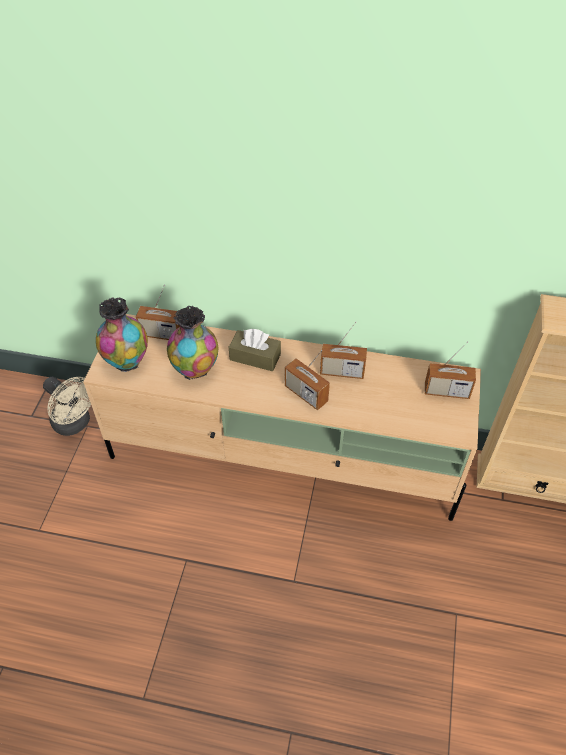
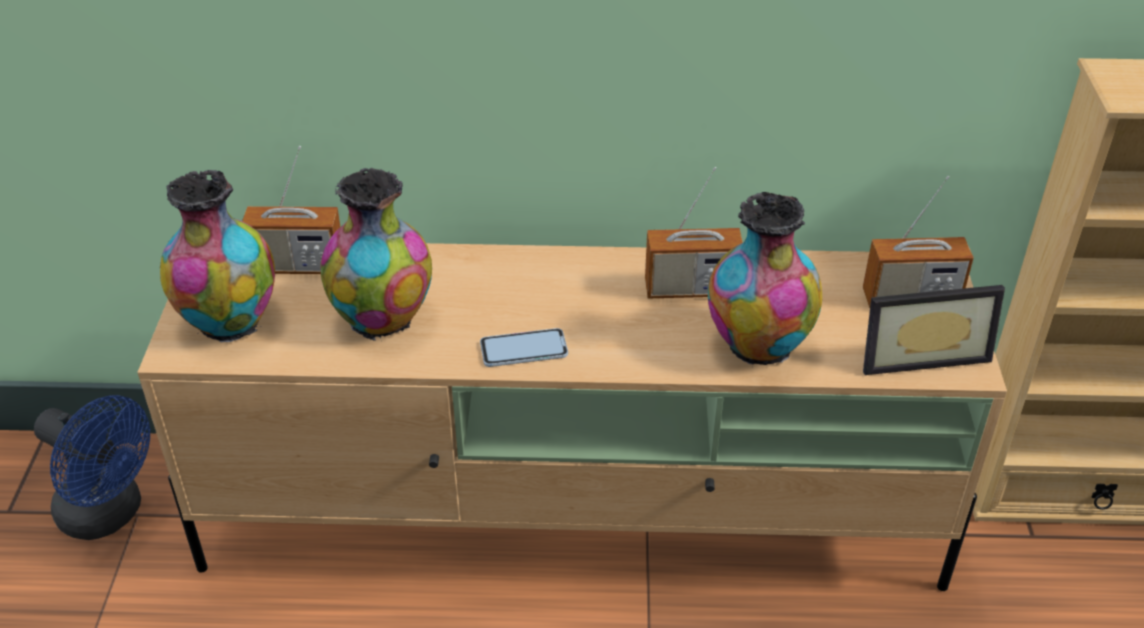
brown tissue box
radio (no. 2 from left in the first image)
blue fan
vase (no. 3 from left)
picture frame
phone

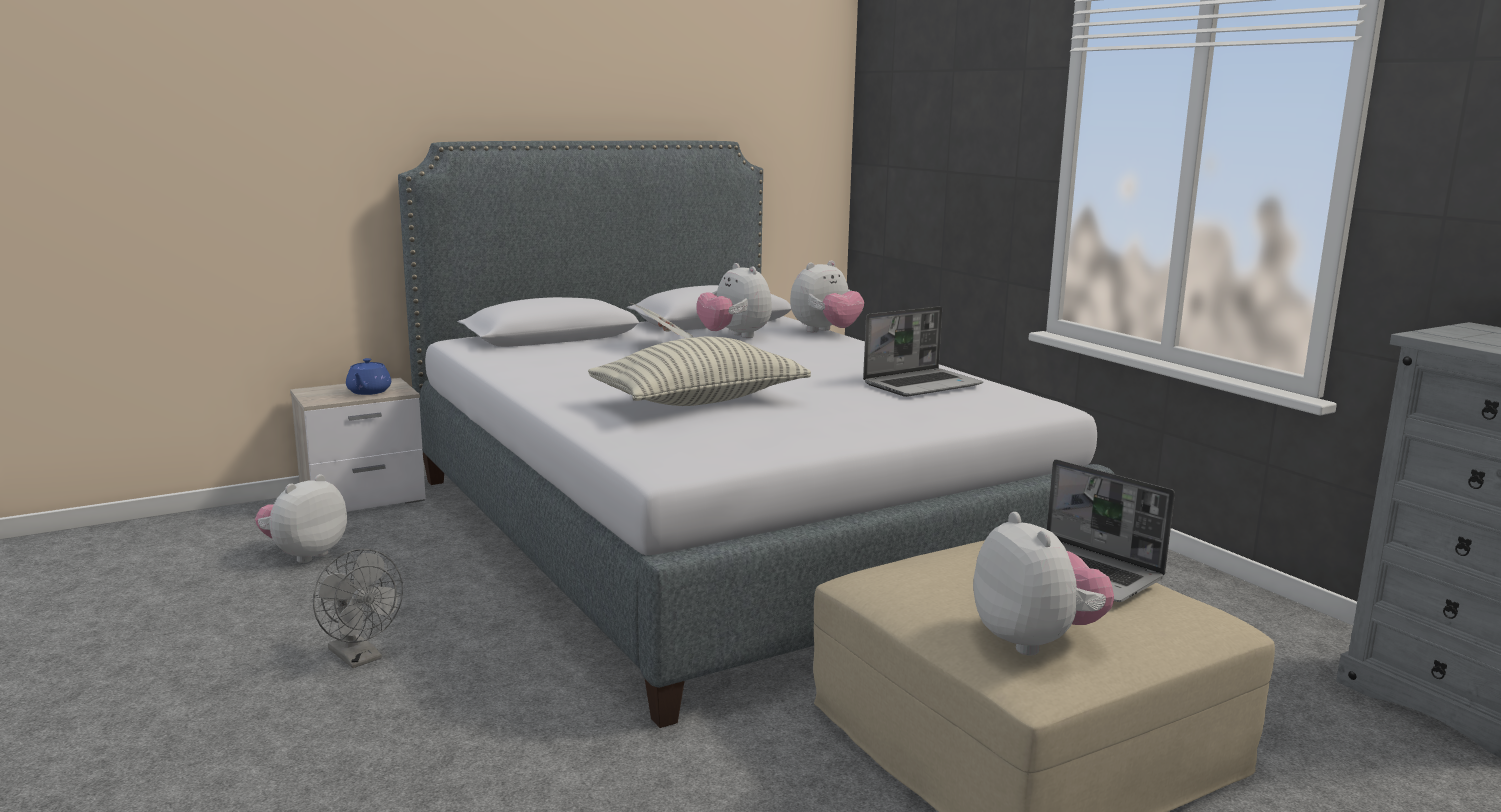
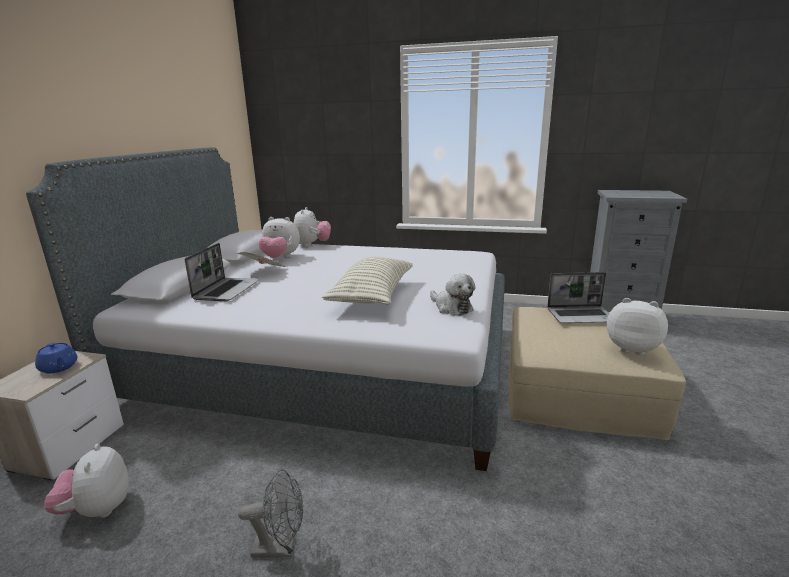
laptop (no. 1 from left)
plush toy (no. 4 from left)

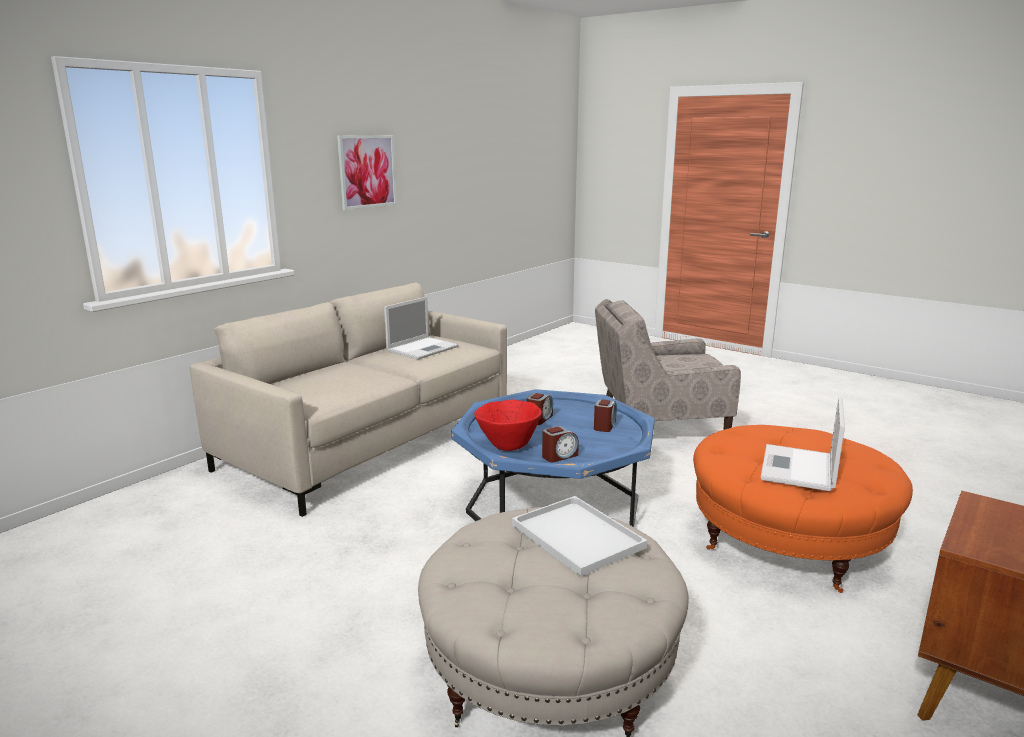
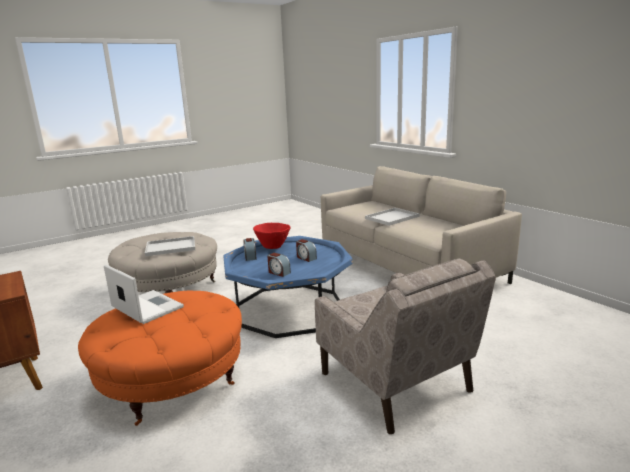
picture
laptop (no. 1 from left in the first image)
beige armchair
white tray (no. 2 from left)

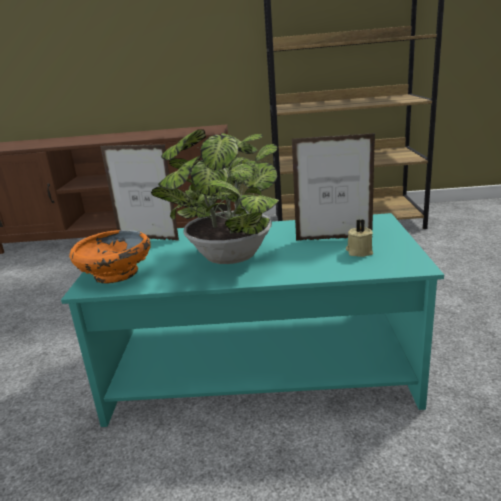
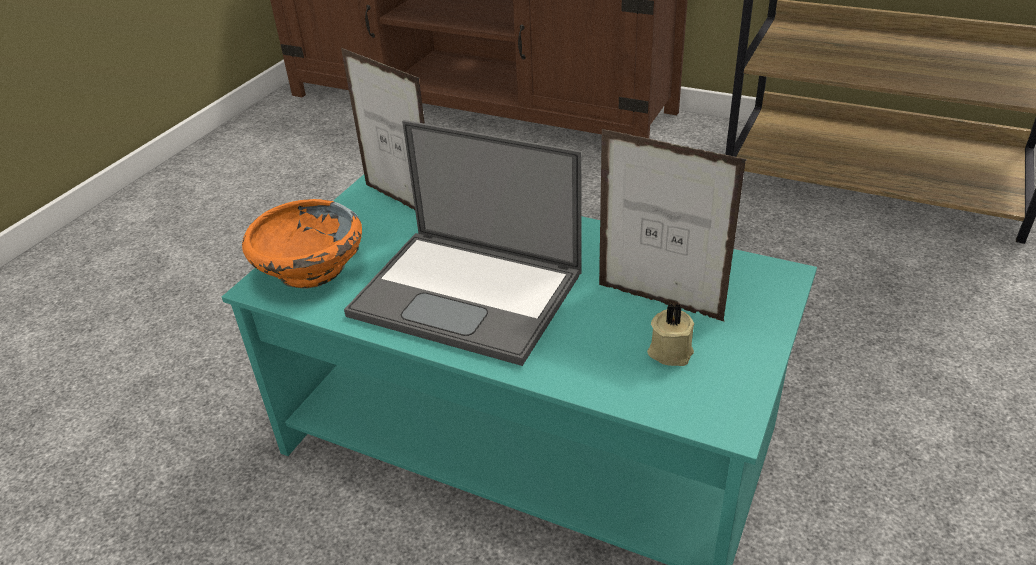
laptop

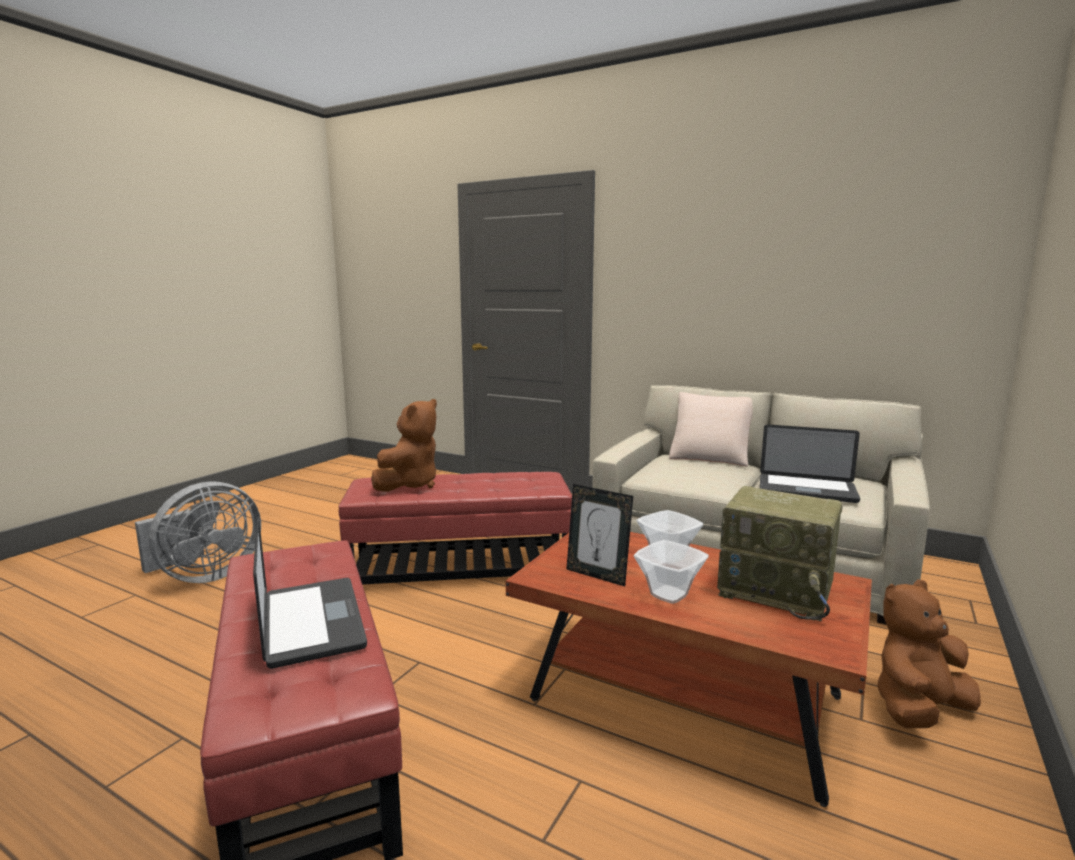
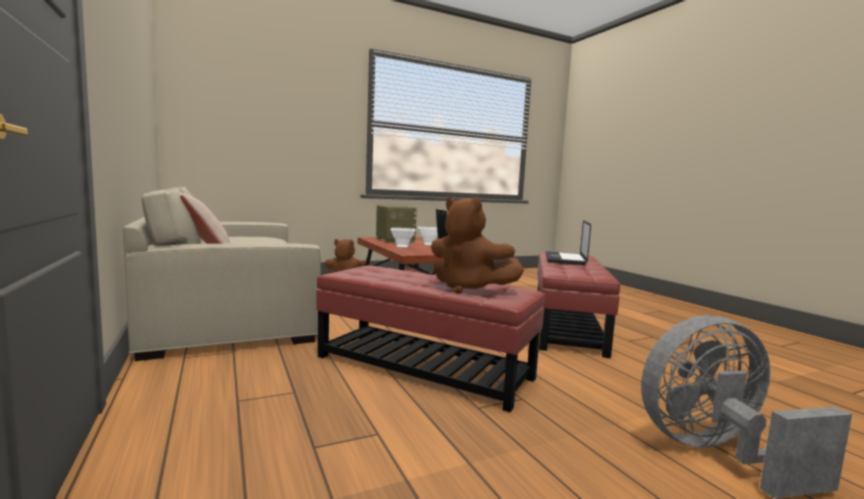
brown plush toy (no. 2 from left)
laptop (no. 2 from left in the first image)

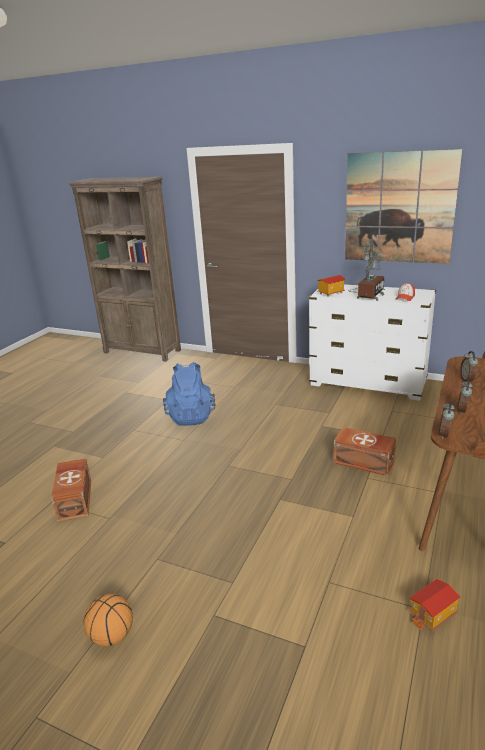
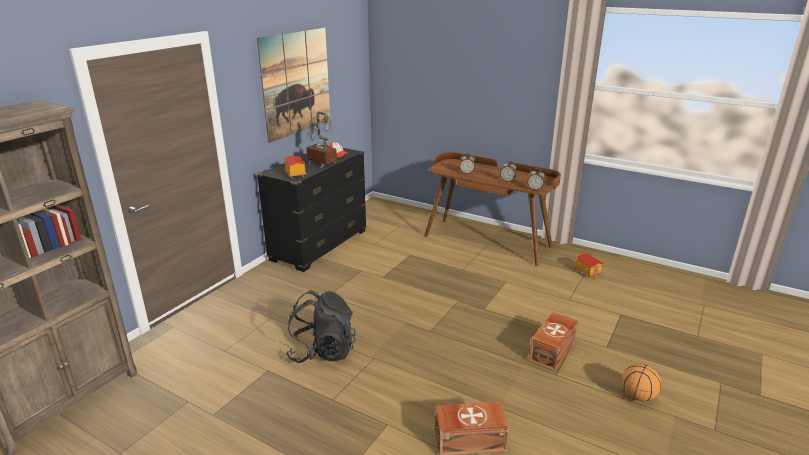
black dresser
black backpack
brown storage box (no. 2 from left)

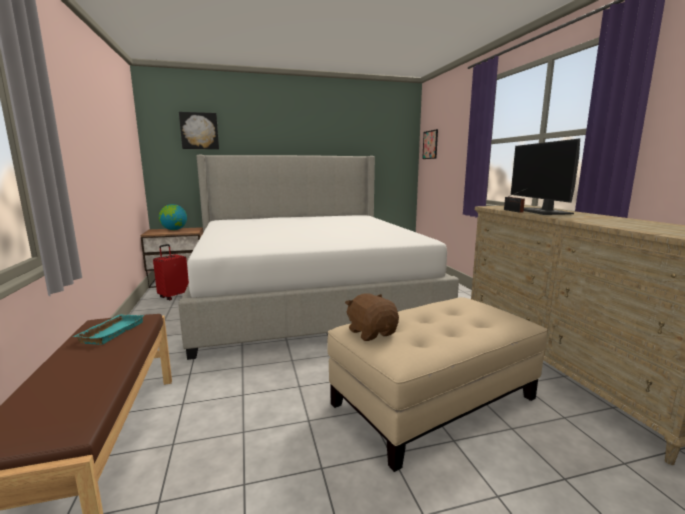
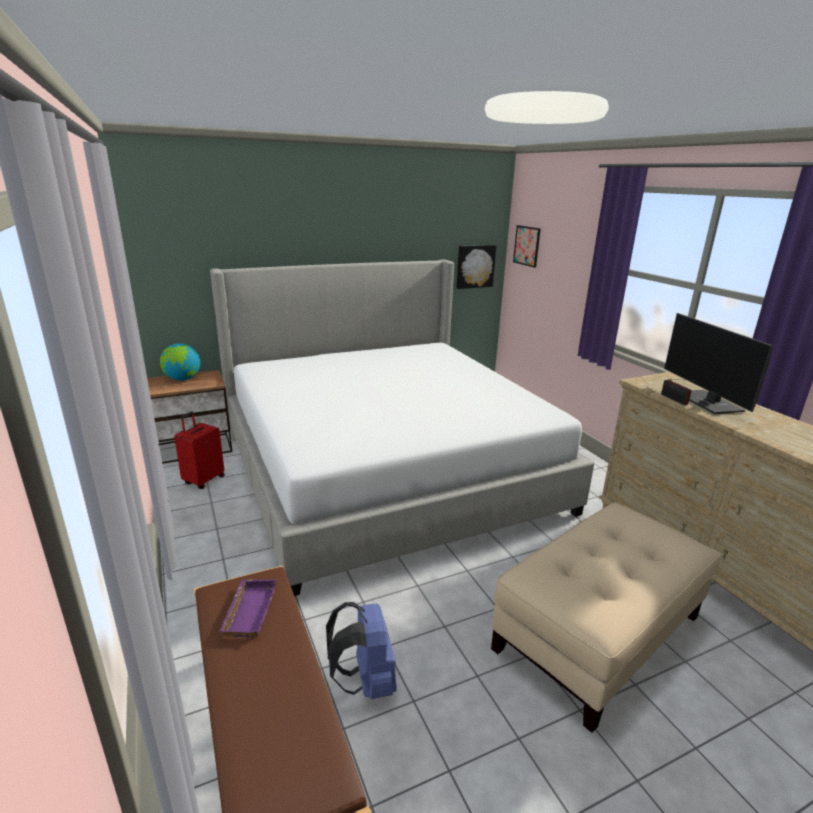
picture (no. 1 from left)
brown plush toy
purple tray
blue backpack

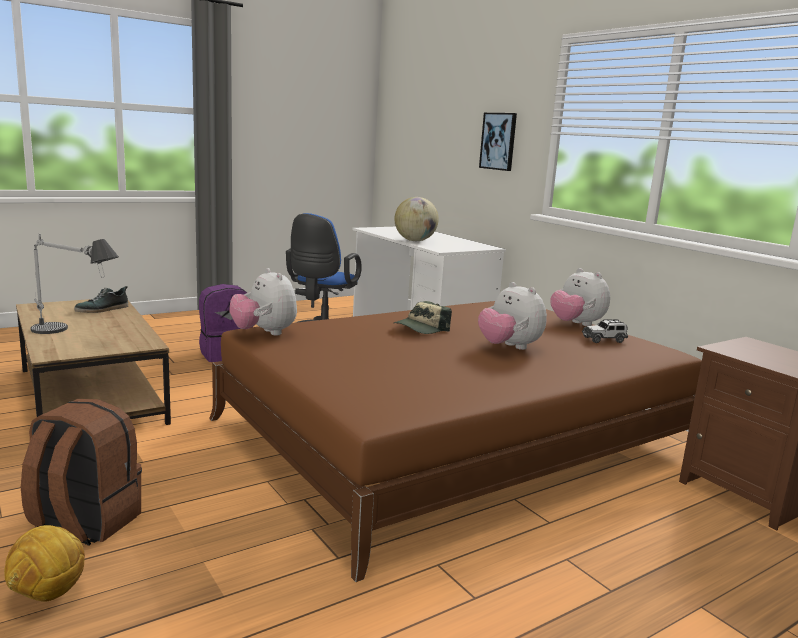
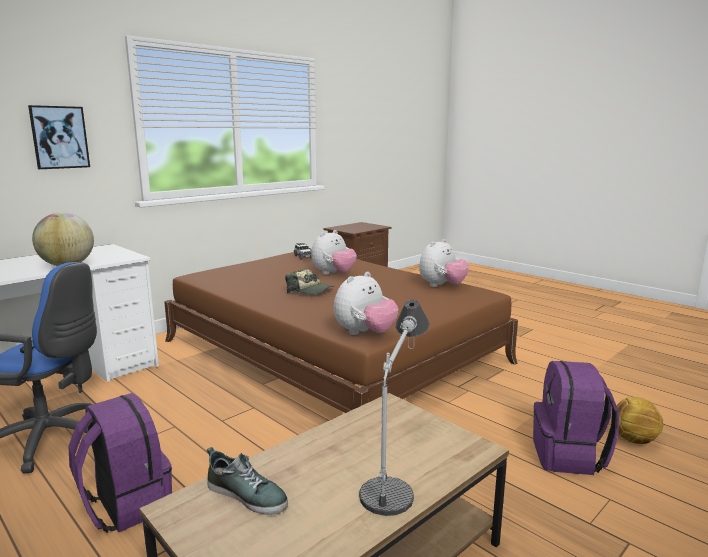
plush toy (no. 3 from left)
purple backpack (no. 2 from left)

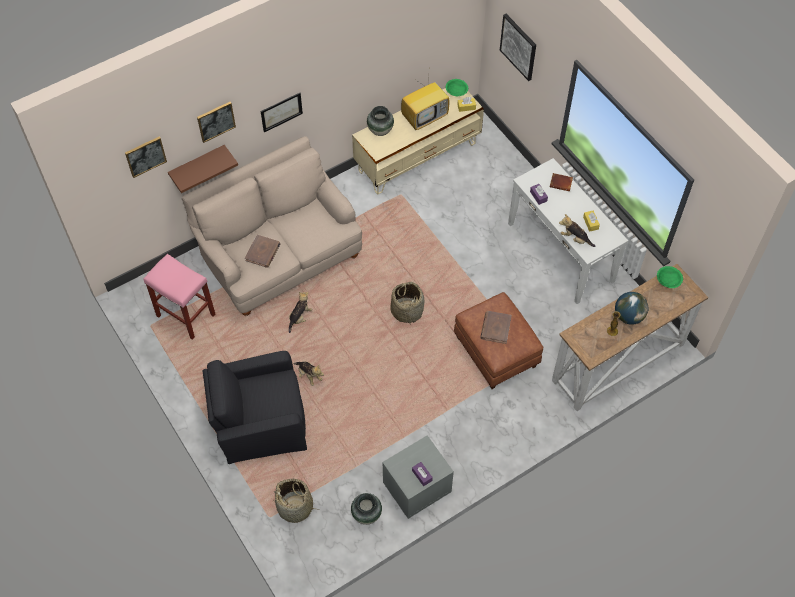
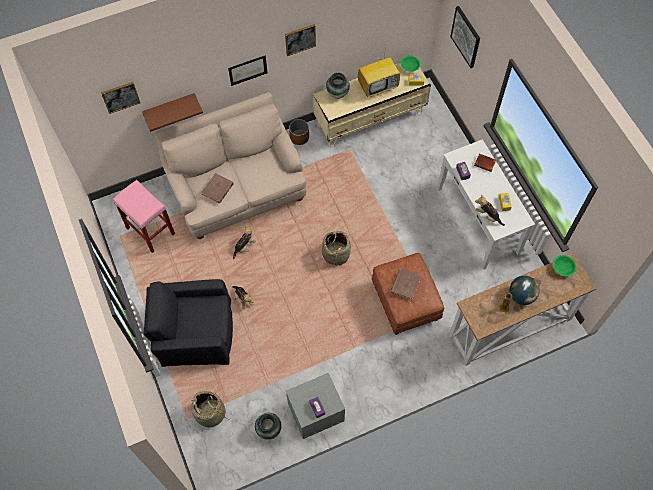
picture (no. 3 from left)
brown planter

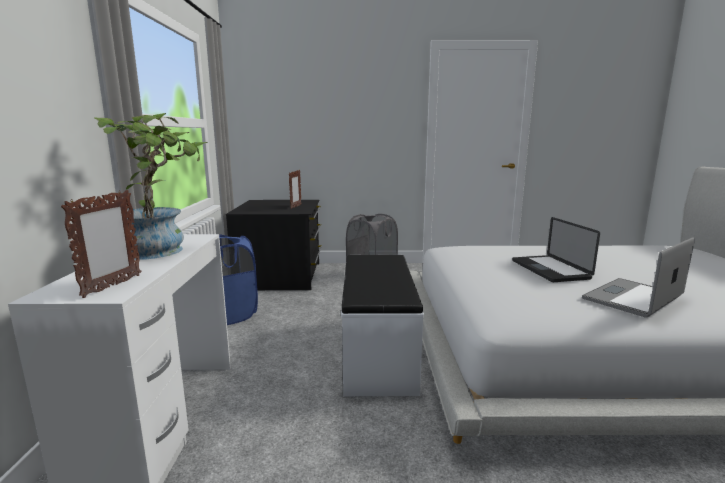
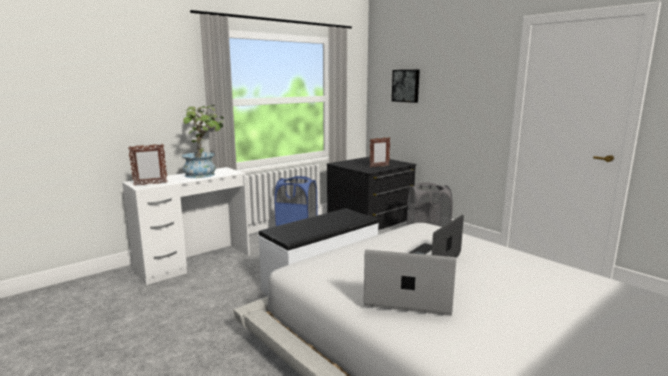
picture

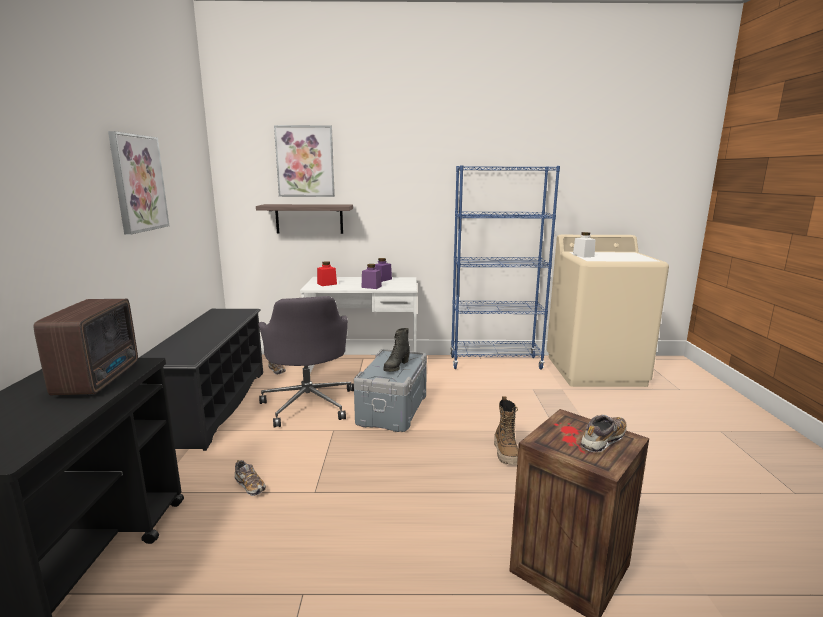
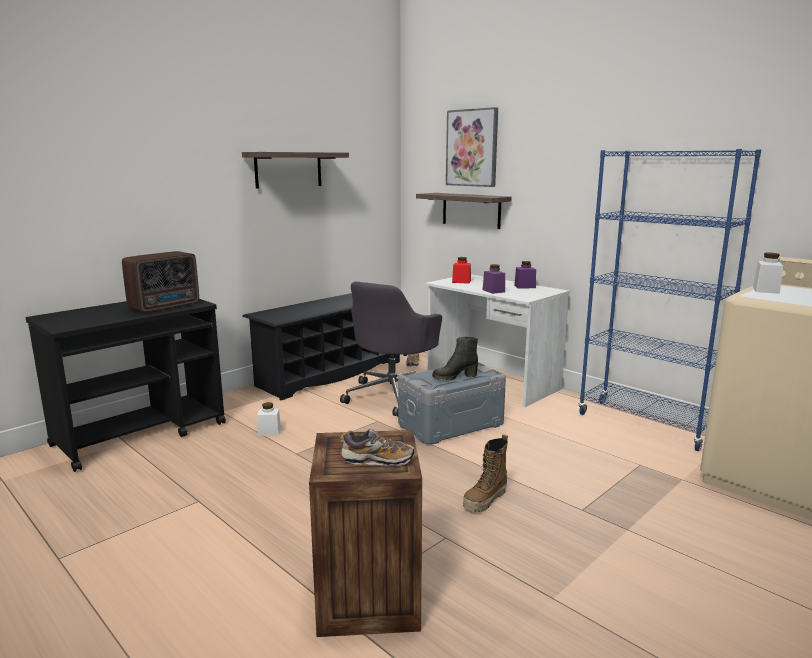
shelf (no. 1 from left)
white jar (no. 1 from left)

